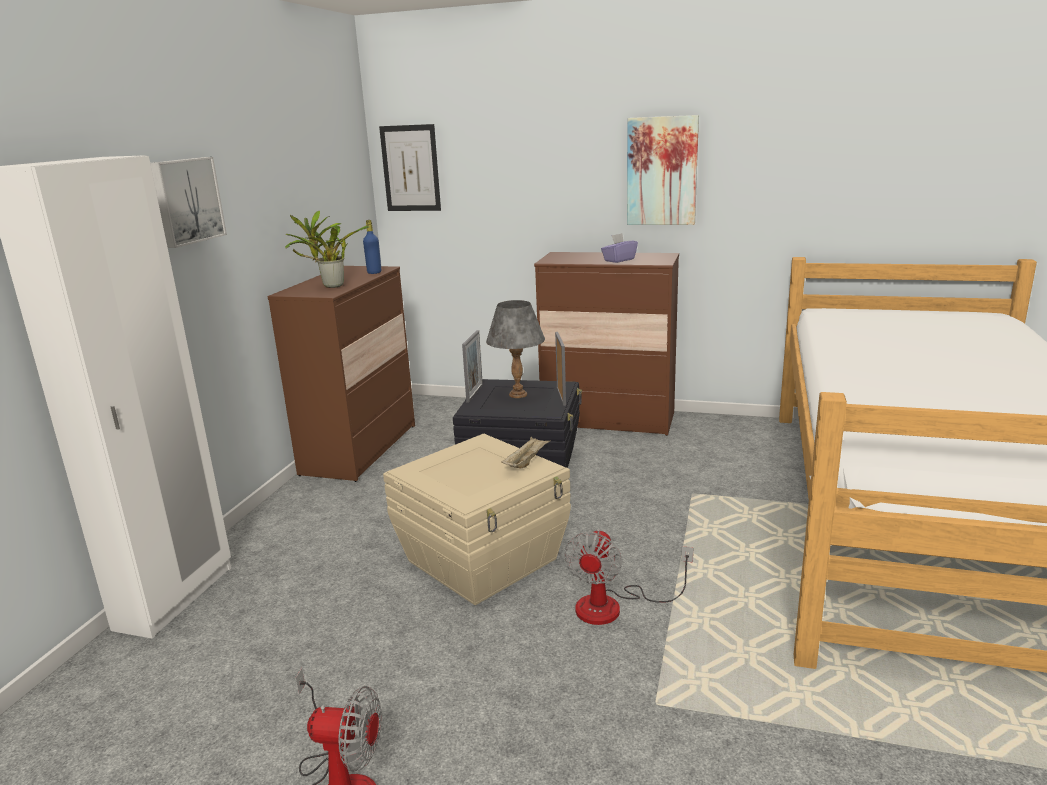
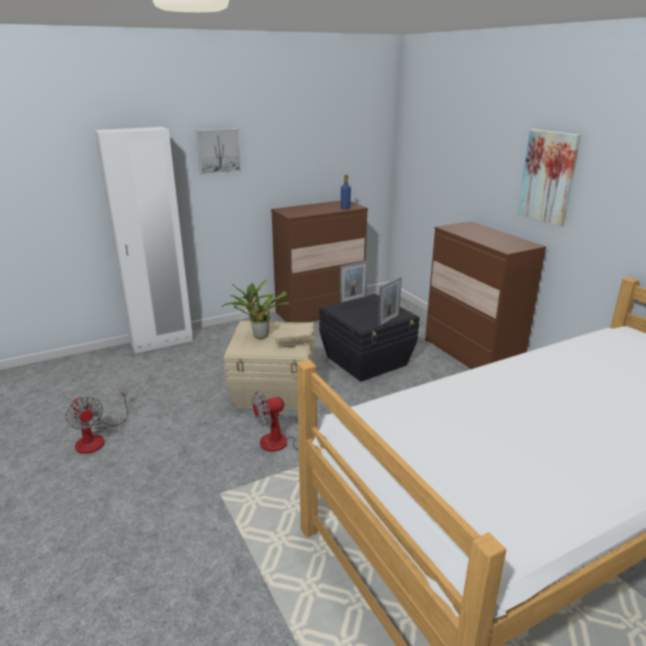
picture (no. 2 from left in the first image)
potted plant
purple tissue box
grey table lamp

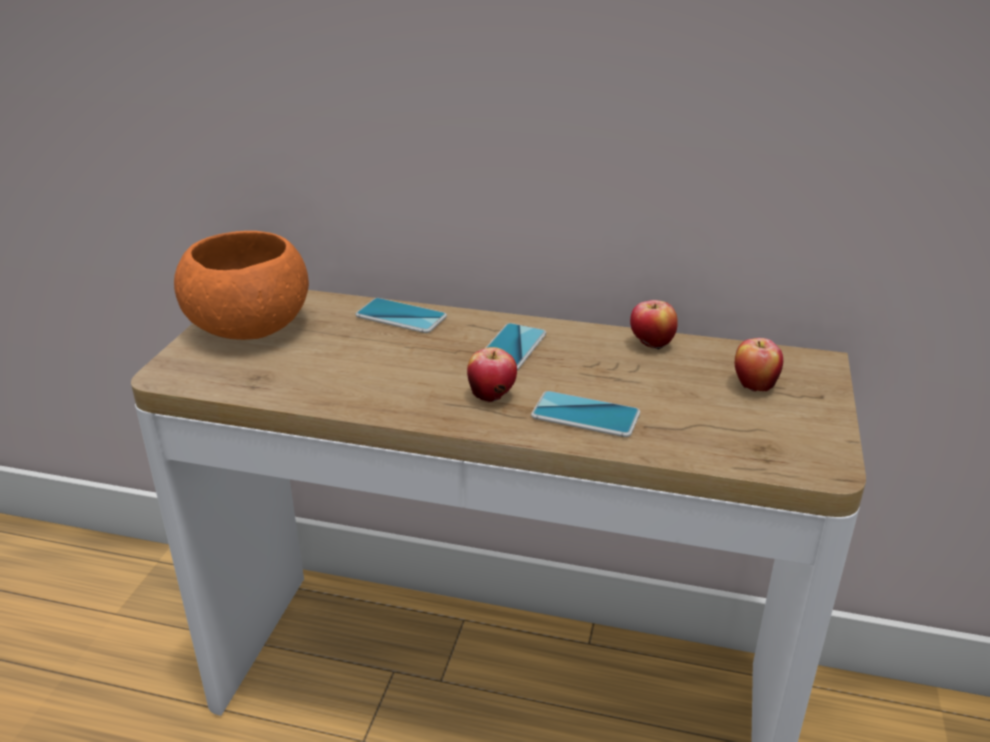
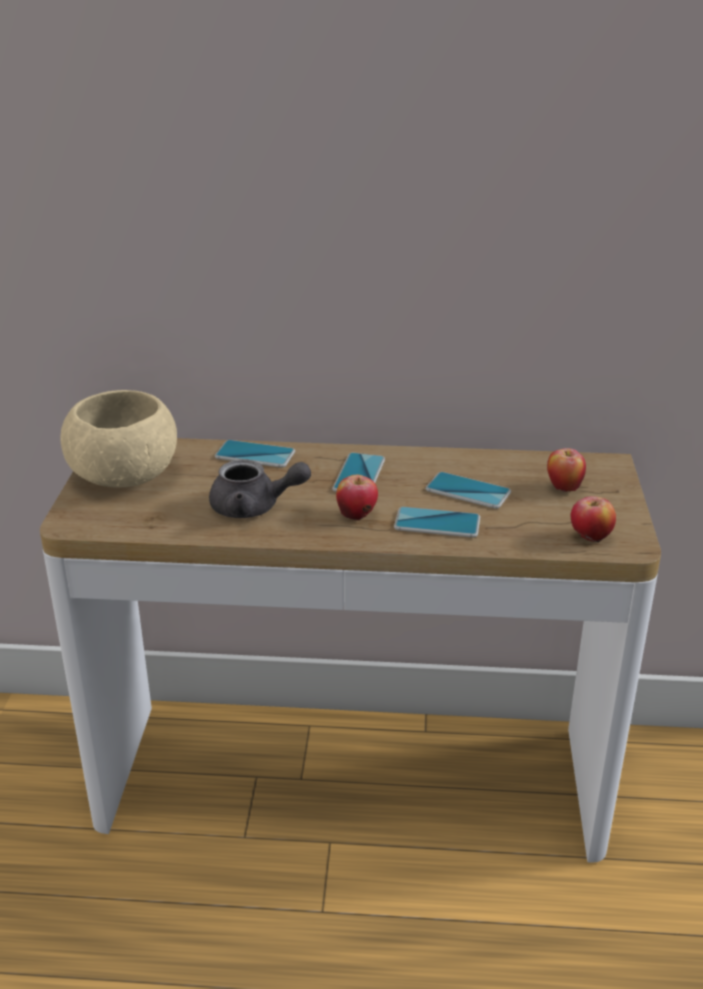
beige bowl
apple (no. 3 from left)
grey teapot
phone (no. 4 from left)

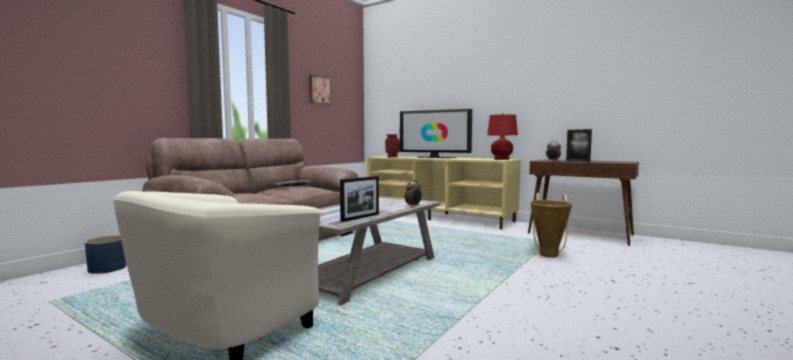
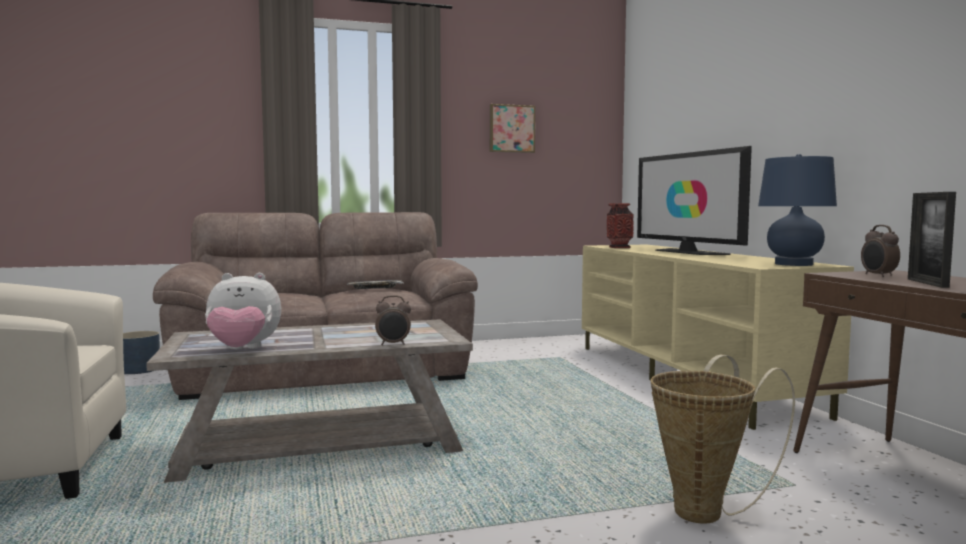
blue table lamp
plush toy

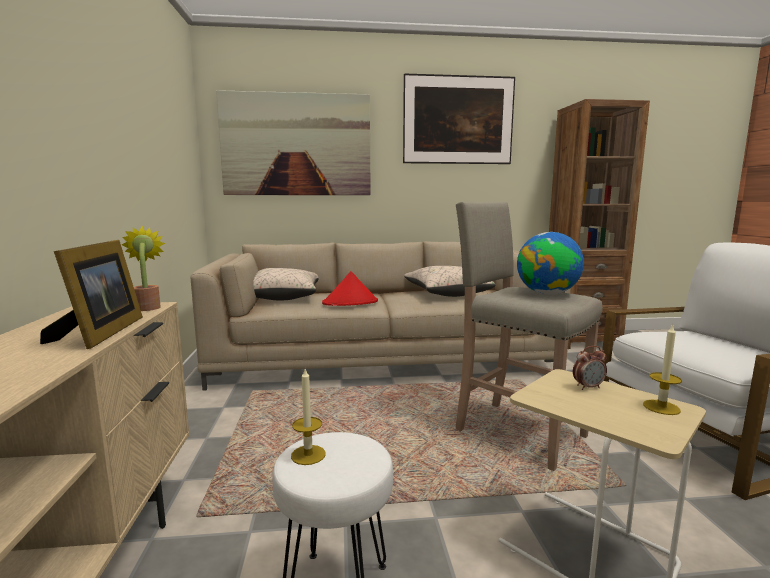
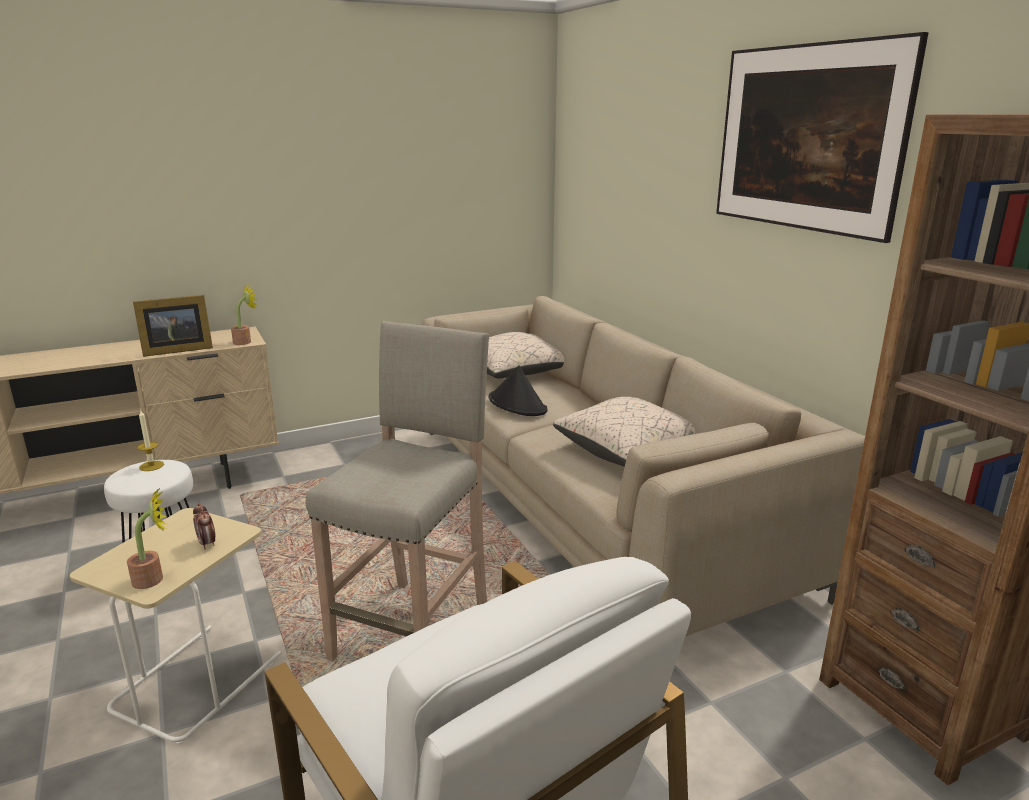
picture (no. 1 from left in the first image)
globe
black hat
potted plant (no. 1 from left)

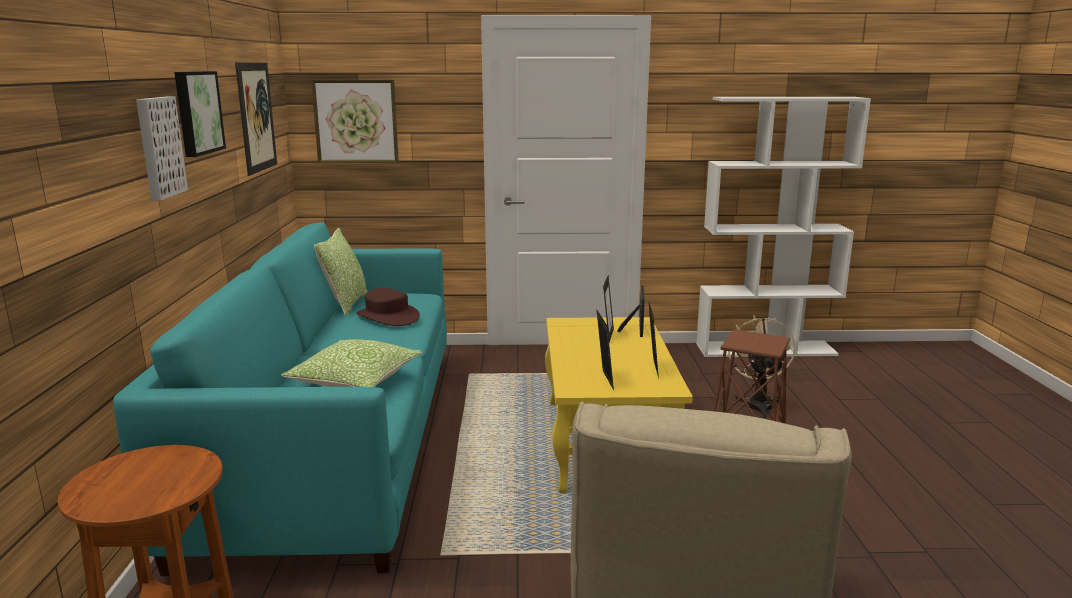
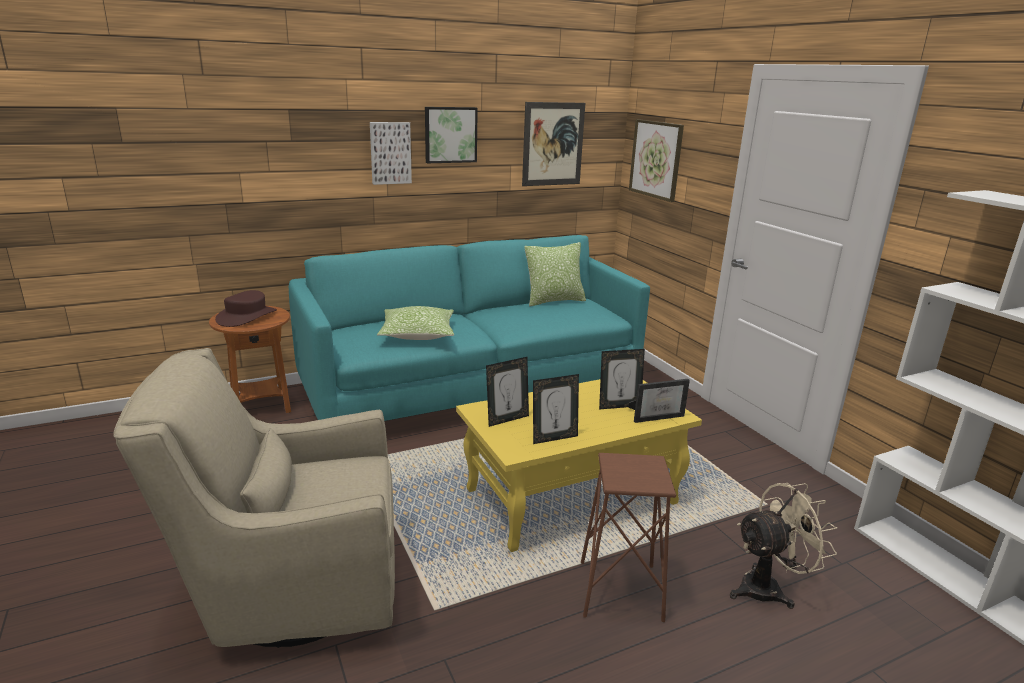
brown hat

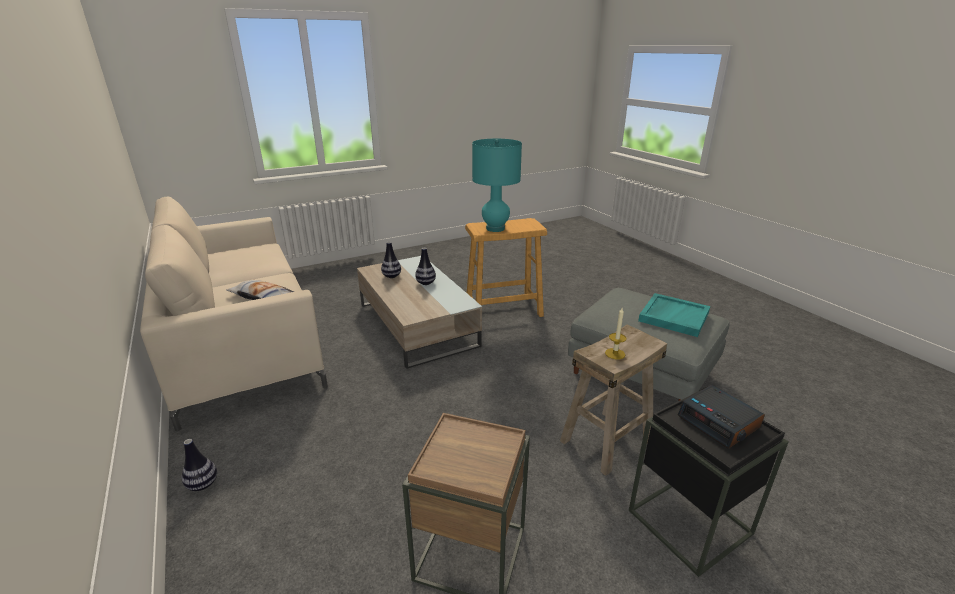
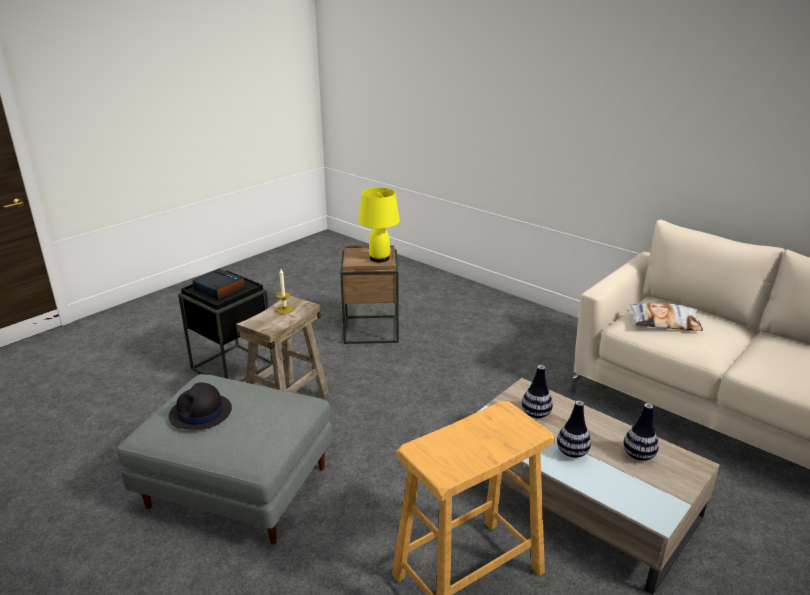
turquoise table lamp
black hat
vase (no. 1 from left)
yellow table lamp

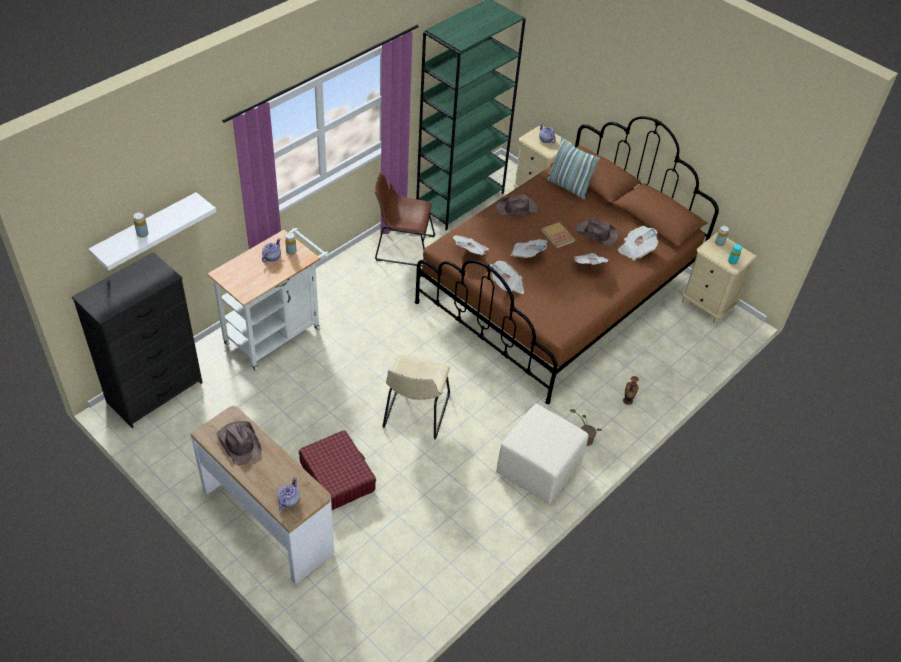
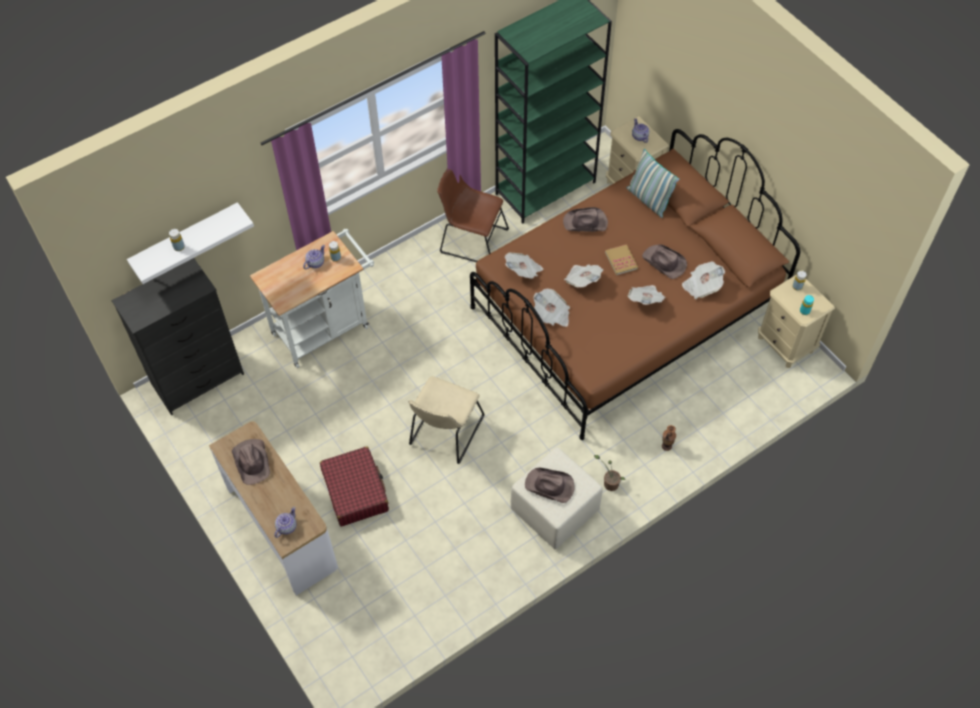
brown hat (no. 2 from left)

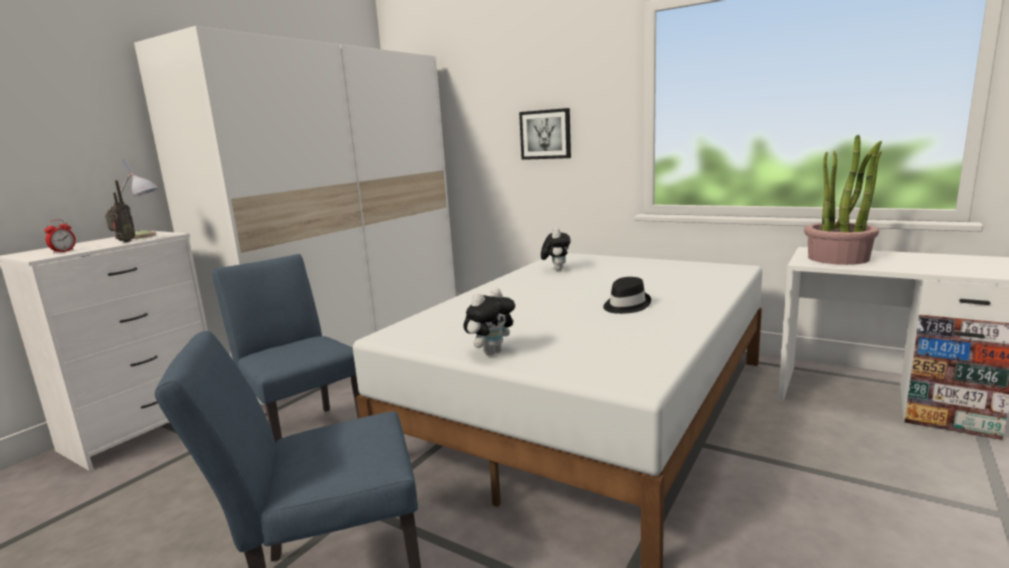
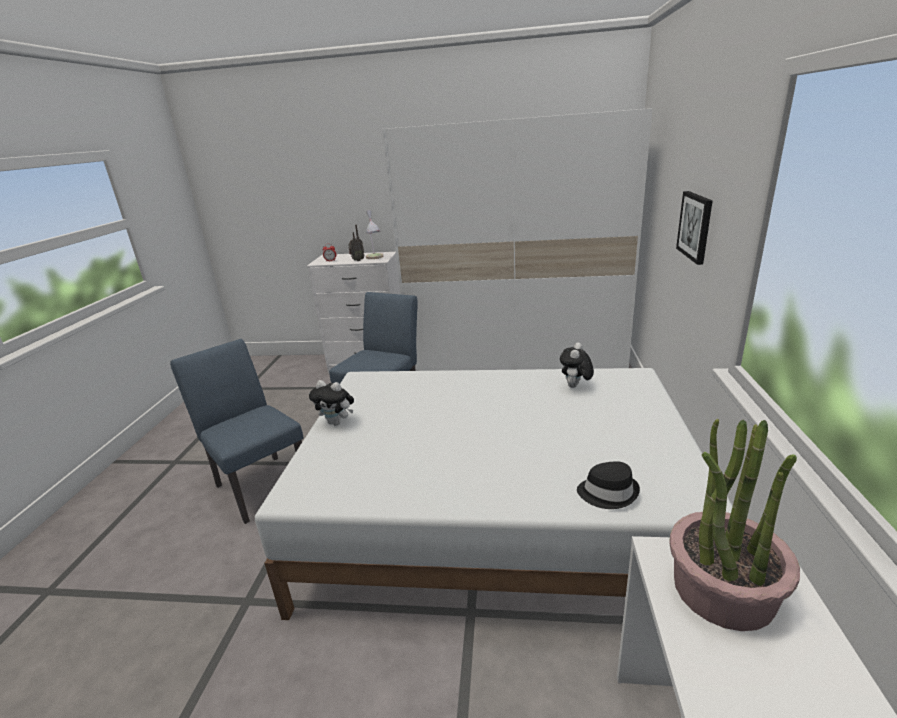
plush toy (no. 2 from left)
black hat

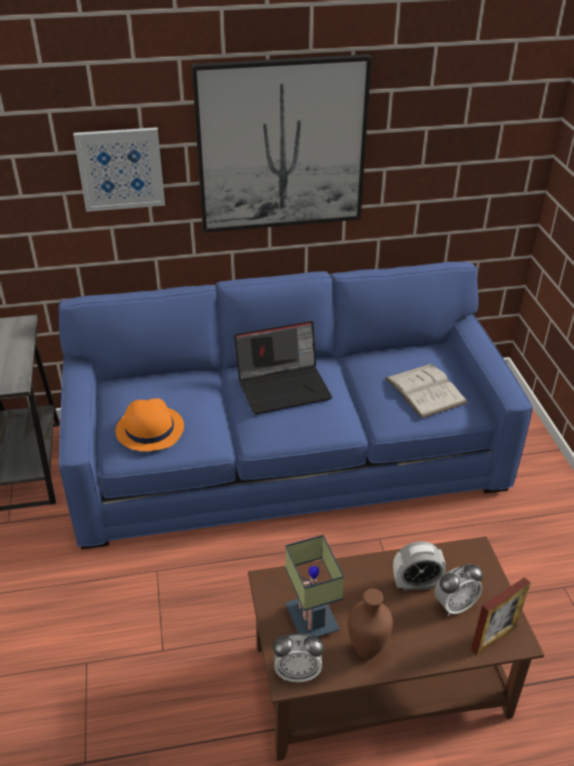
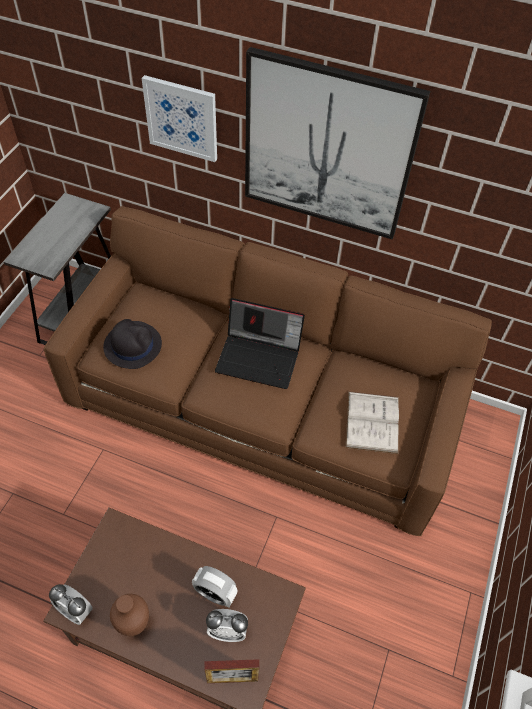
brown sofa
black hat
table lamp

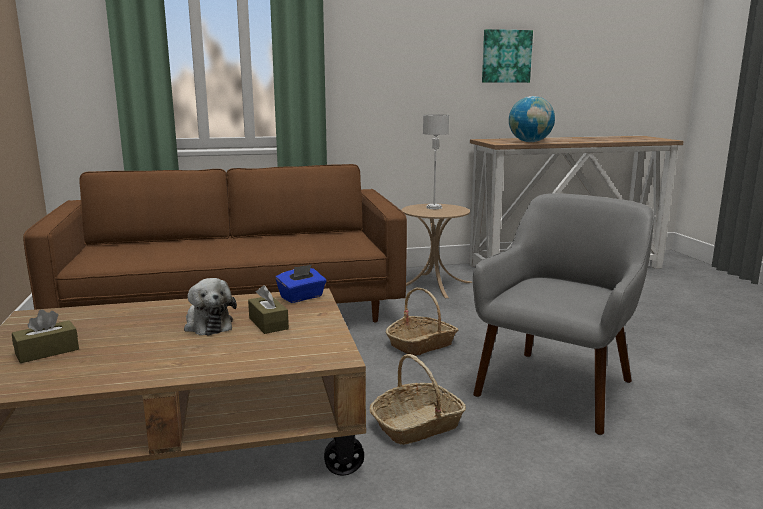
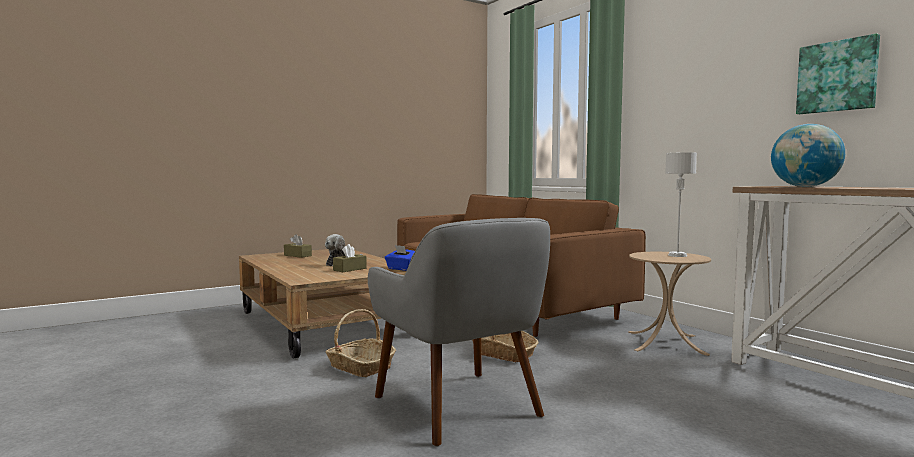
grey armchair

